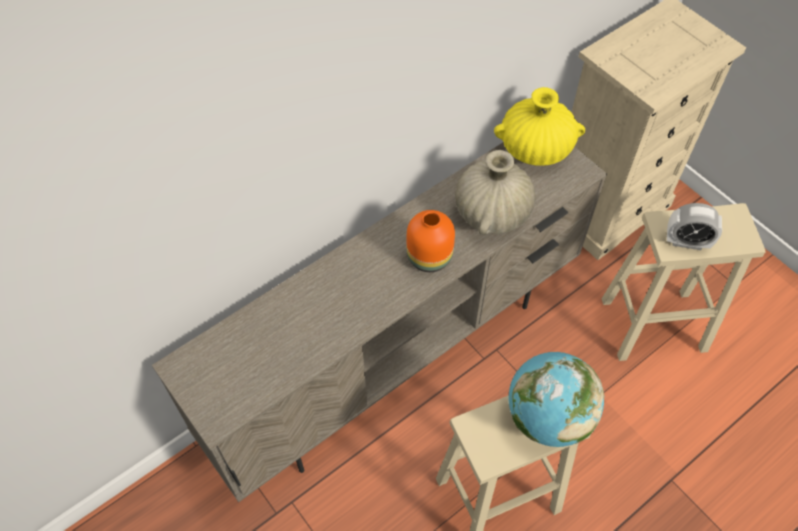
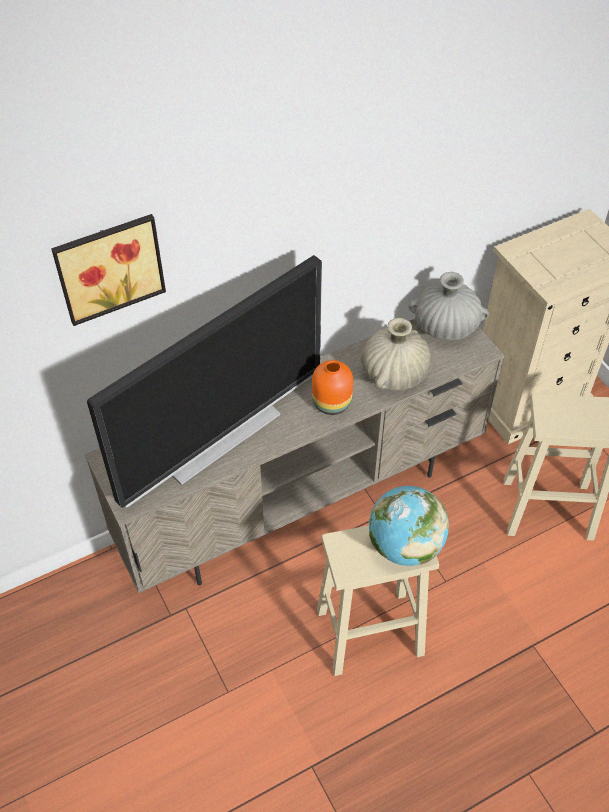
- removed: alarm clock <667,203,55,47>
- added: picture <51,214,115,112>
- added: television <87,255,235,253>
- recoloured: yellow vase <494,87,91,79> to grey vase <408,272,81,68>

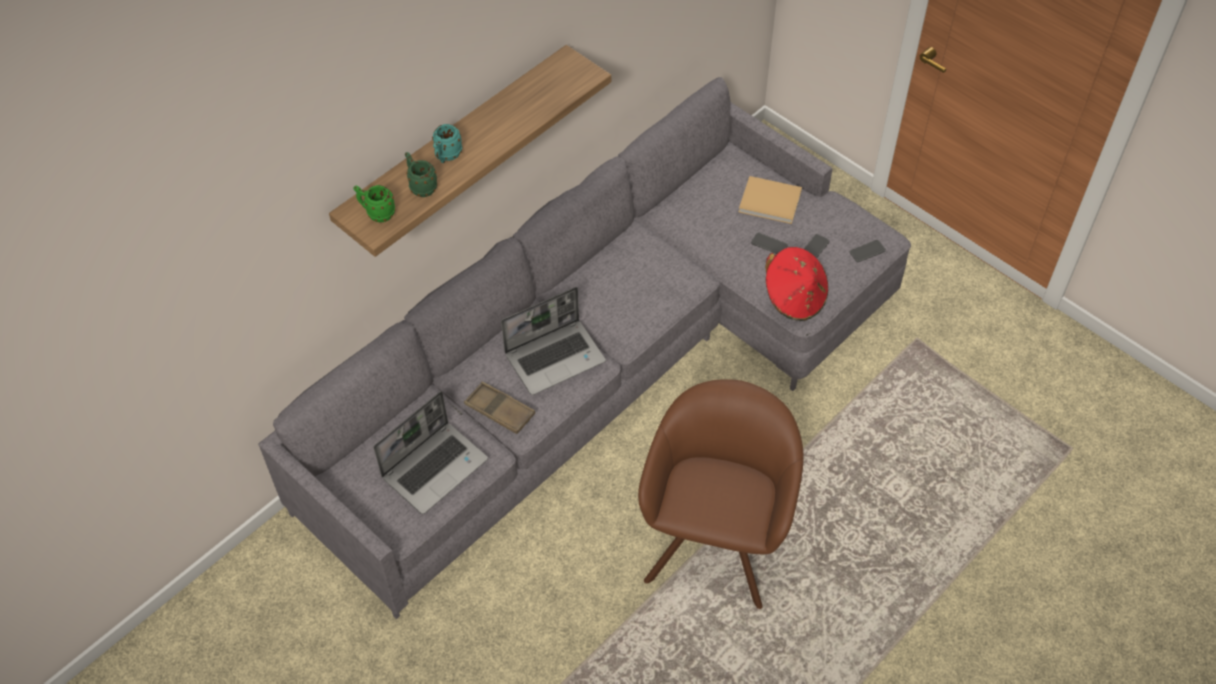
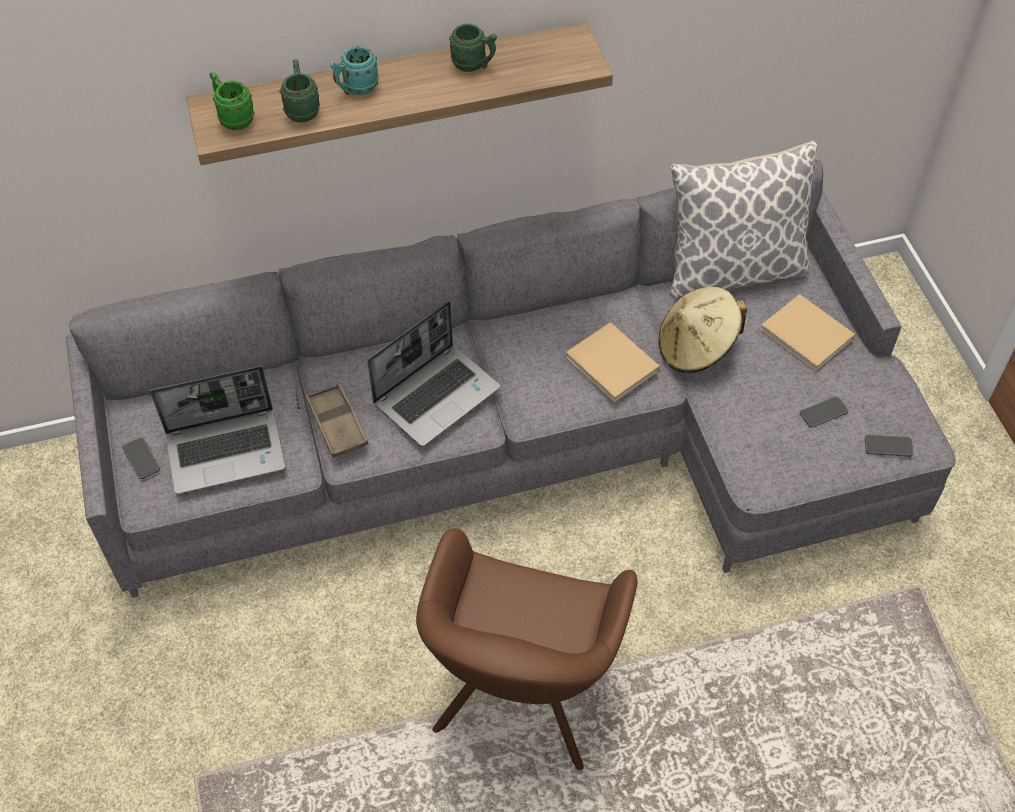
- removed: red hat <765,247,63,74>
- added: green mug <449,24,48,48>
- added: beige book <565,322,95,81>
- added: beige hat <659,287,88,86>
- added: pillow <670,140,147,158>
- moved: phone <751,233,37,21> to <123,437,37,42>
- turned: laptop <501,287,105,108> = <367,301,133,145> 45 degrees counterclockwise
- turned: brown armchair <638,379,166,230> = <416,528,222,242> 150 degrees clockwise

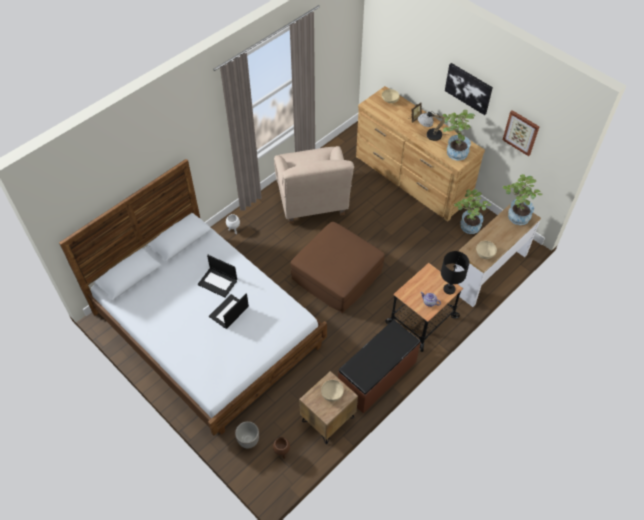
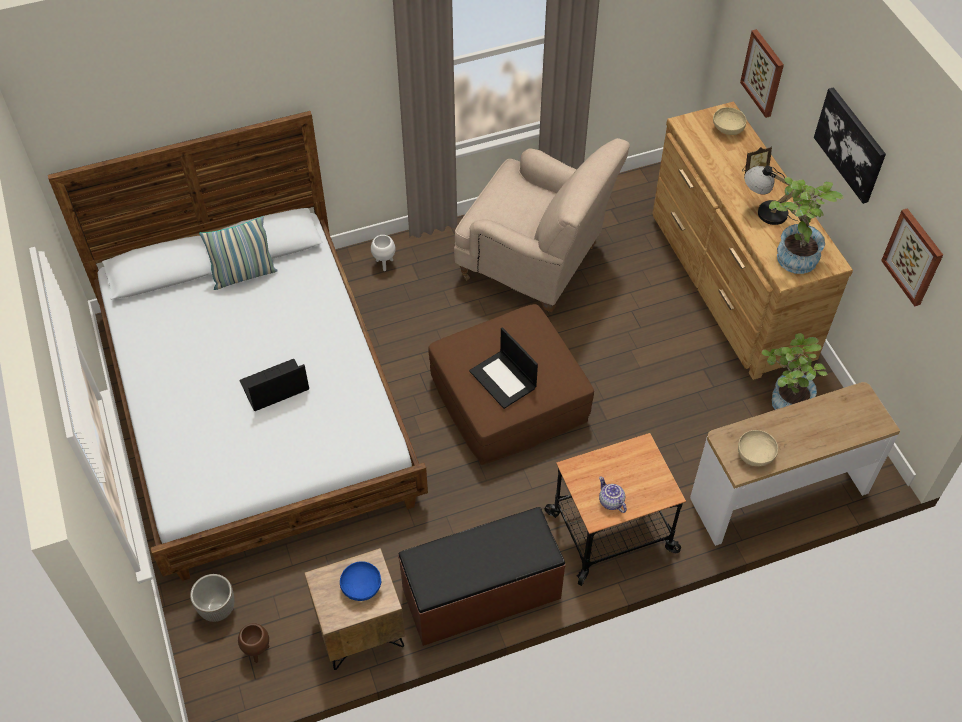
- removed: black table lamp <441,251,29,43>
- removed: potted plant <502,174,41,51>
- added: pillow <199,216,79,74>
- added: picture <740,29,44,89>
- moved: laptop <198,255,39,42> to <469,327,69,82>
- recoloured: beige bowl <321,380,23,21> to blue bowl <340,561,41,40>
- turned: beige armchair <274,146,80,78> = <454,138,176,174> 75 degrees counterclockwise

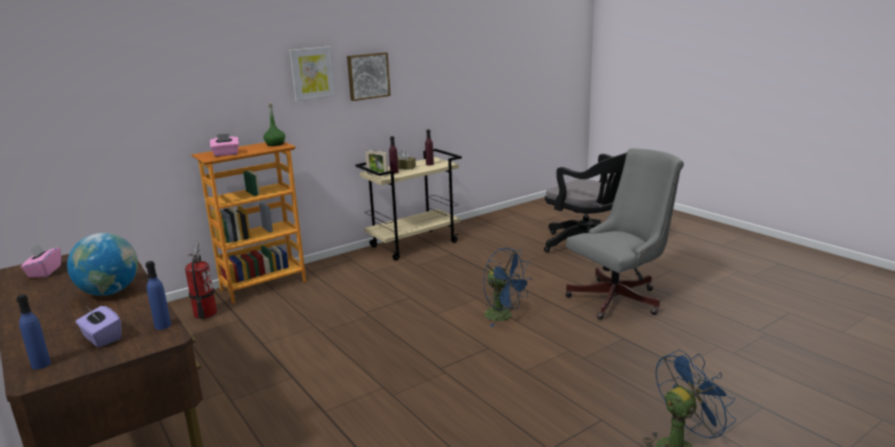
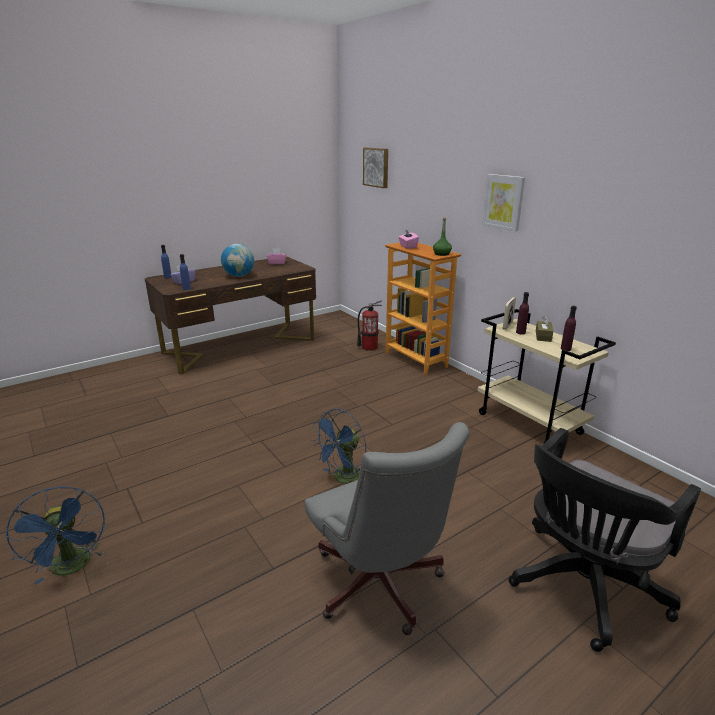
- moved: picture <347,52,44,49> to <363,148,25,40>

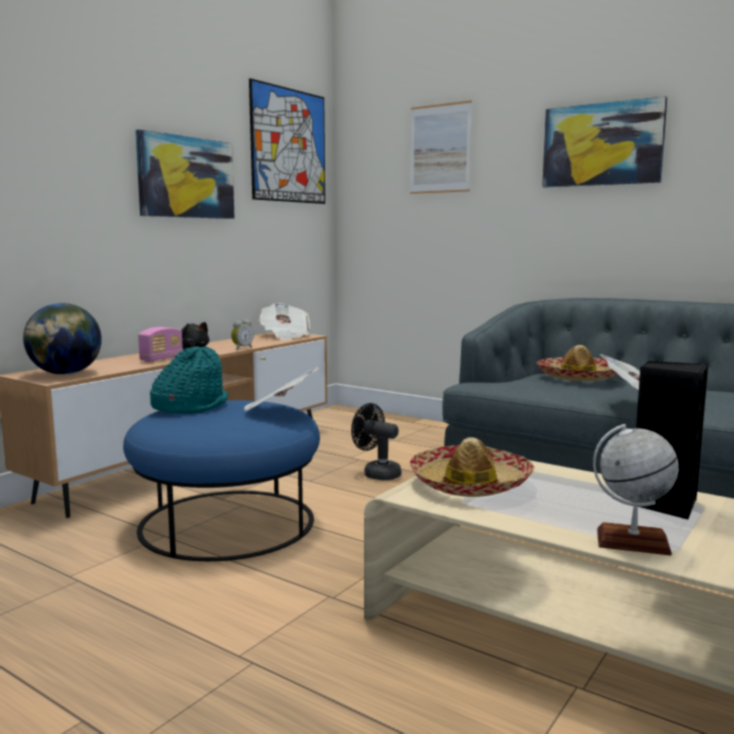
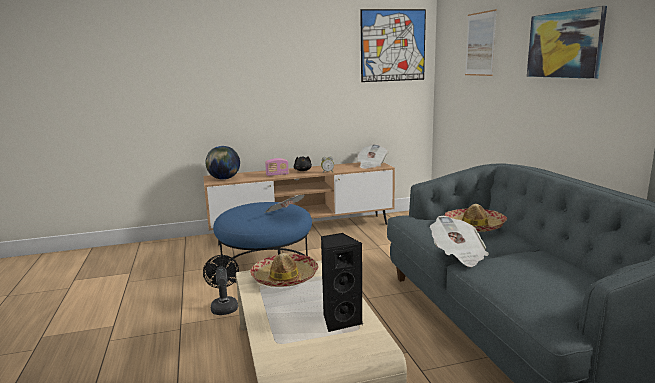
- removed: picture <135,129,100,90>
- removed: turquoise hat <150,346,78,68>
- removed: globe <593,424,86,131>
- moved: black fan <351,403,50,77> to <203,255,36,60>

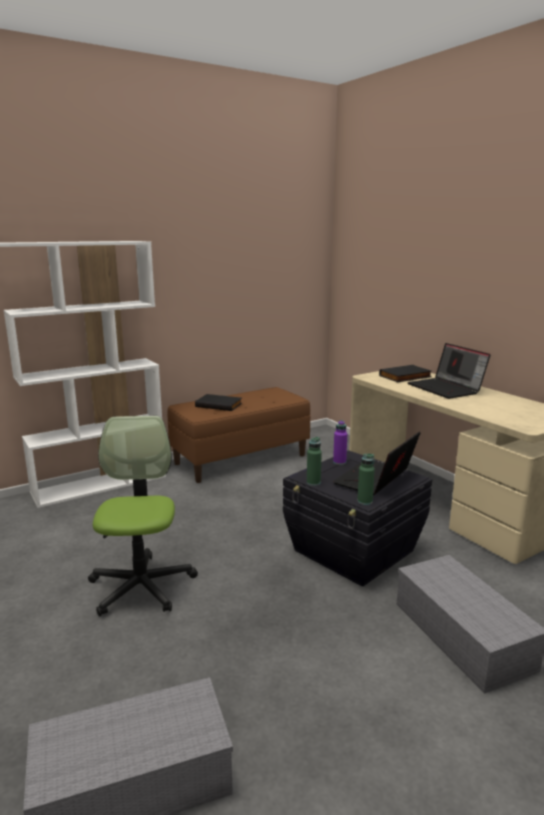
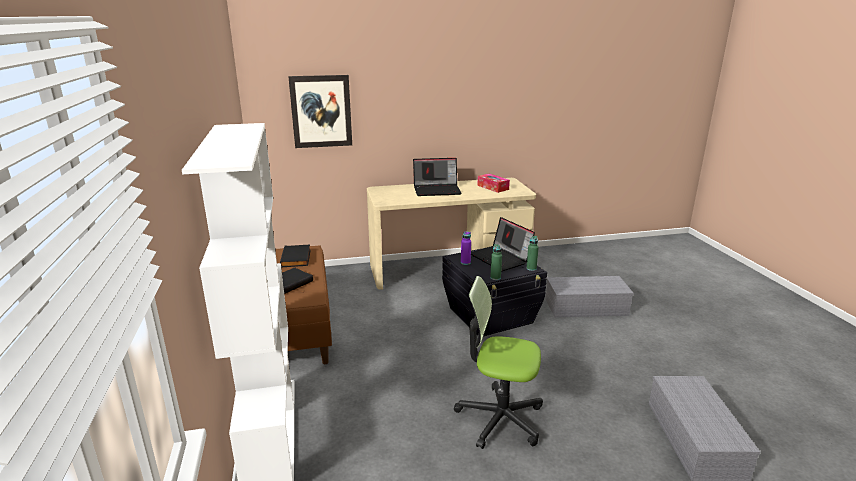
- added: picture <288,75,64,73>
- added: tissue box <477,174,33,19>
- moved: black book <379,365,53,17> to <280,245,31,23>

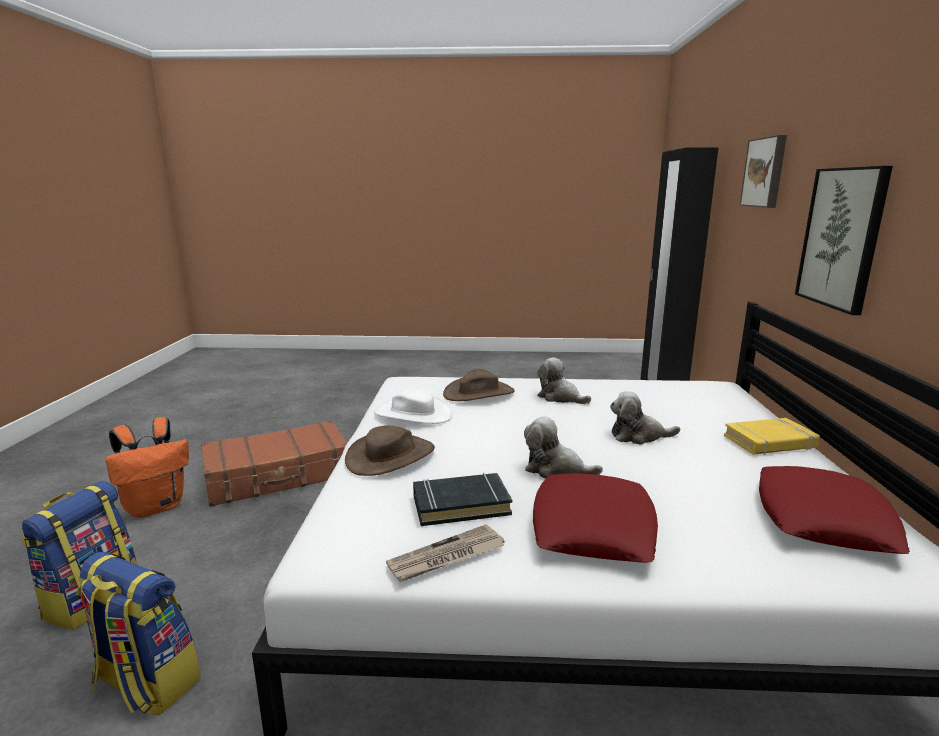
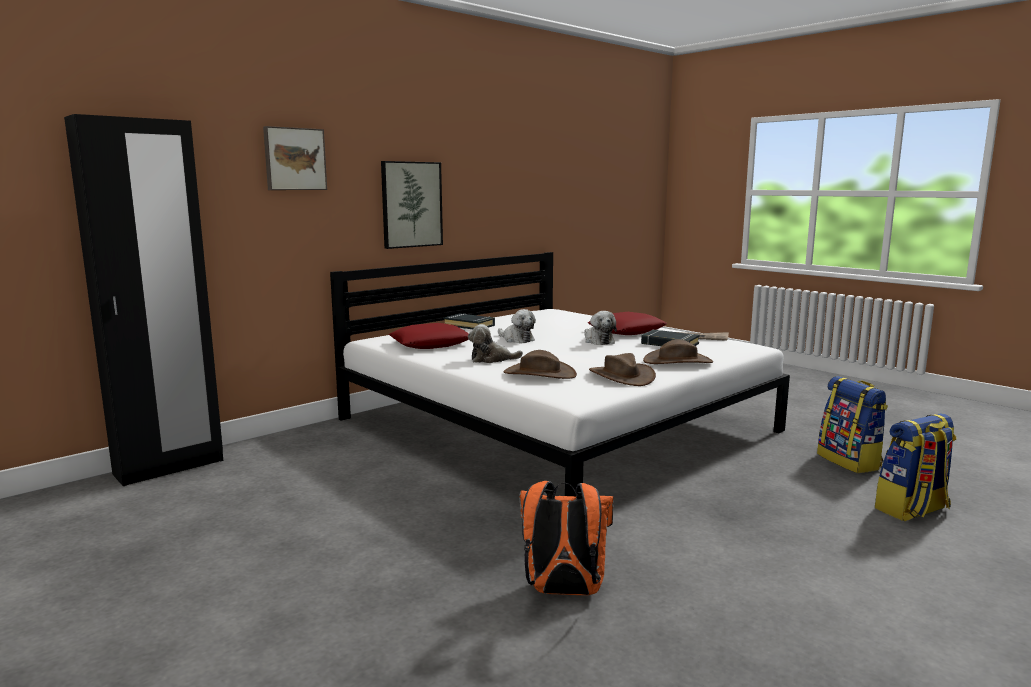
- removed: brown suitcase <201,420,146,87>
- moved: orange backpack <105,417,84,101> to <520,481,93,114>
- moved: red pillow <759,466,151,88> to <389,323,80,26>
- recoloured: white hat <374,388,78,36> to brown hat <589,353,67,33>
- recoloured: yellow book <724,418,96,37> to black book <443,313,52,16>
- turned: plush toy <537,357,54,47> = <468,324,55,39> 90 degrees clockwise

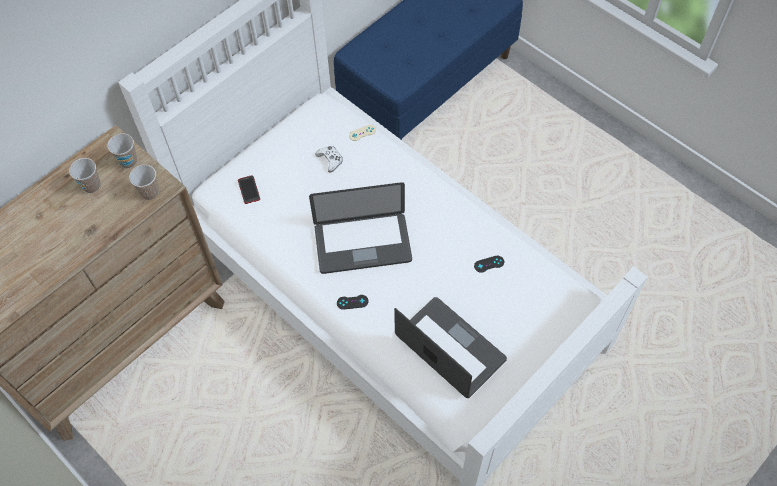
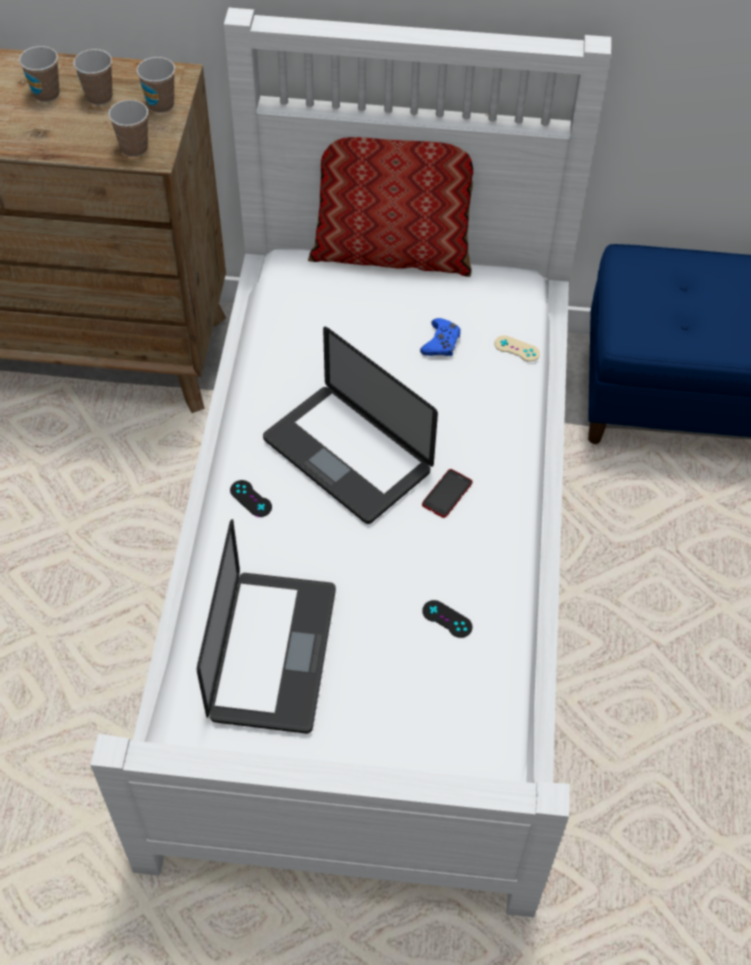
- added: cup <19,46,41,56>
- added: pillow <308,114,181,163>
- moved: phone <238,175,22,29> to <422,469,50,49>
- recoloured: white game controller <315,146,28,27> to blue game controller <420,318,41,38>

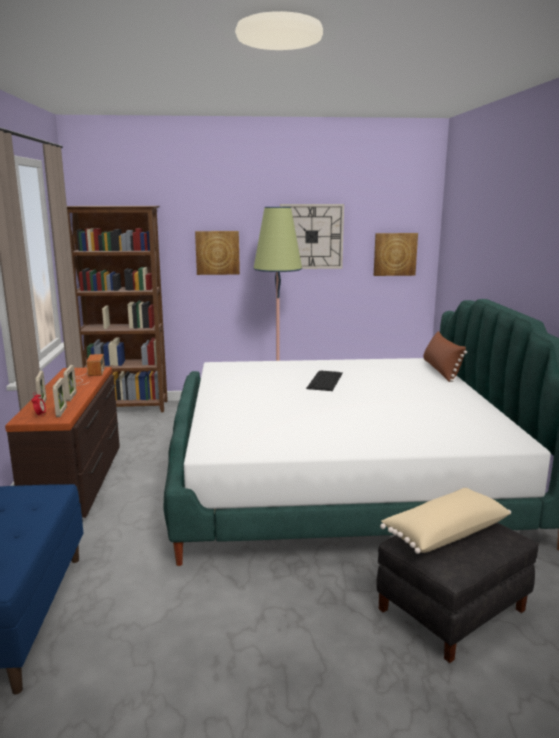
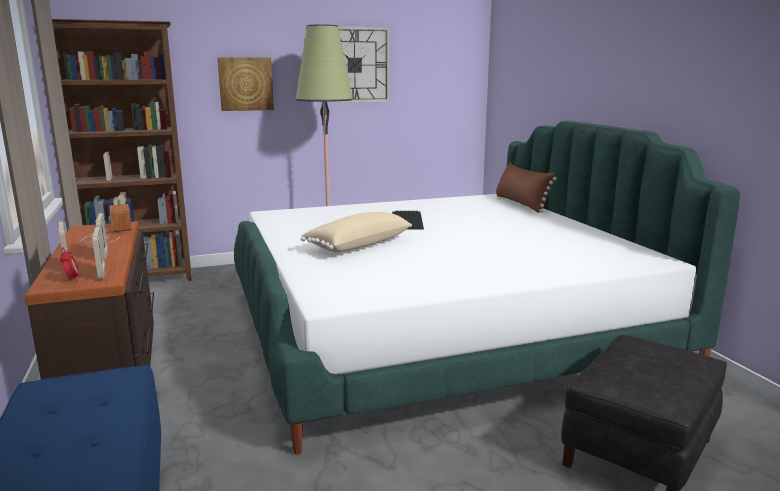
- removed: picture <374,233,44,43>
- moved: beige pillow <380,488,131,66> to <301,212,111,41>

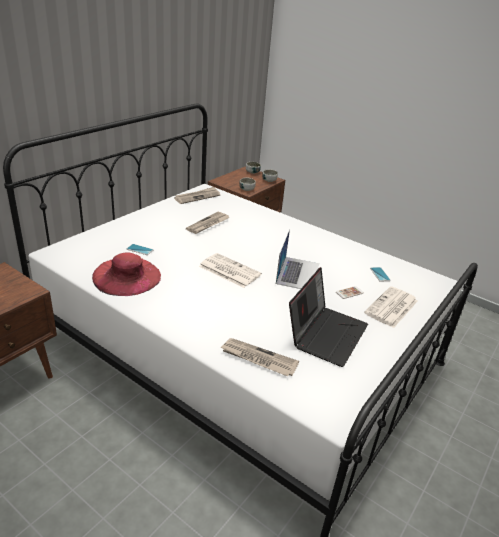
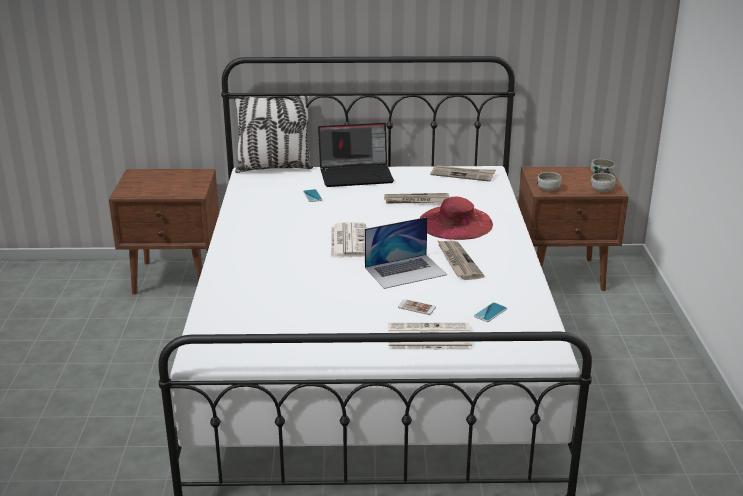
- added: pillow <234,96,79,77>
- moved: red hat <92,252,69,44> to <420,197,73,43>
- moved: newspaper <221,338,78,39> to <437,240,47,40>
- moved: laptop <289,267,79,100> to <318,123,76,64>

